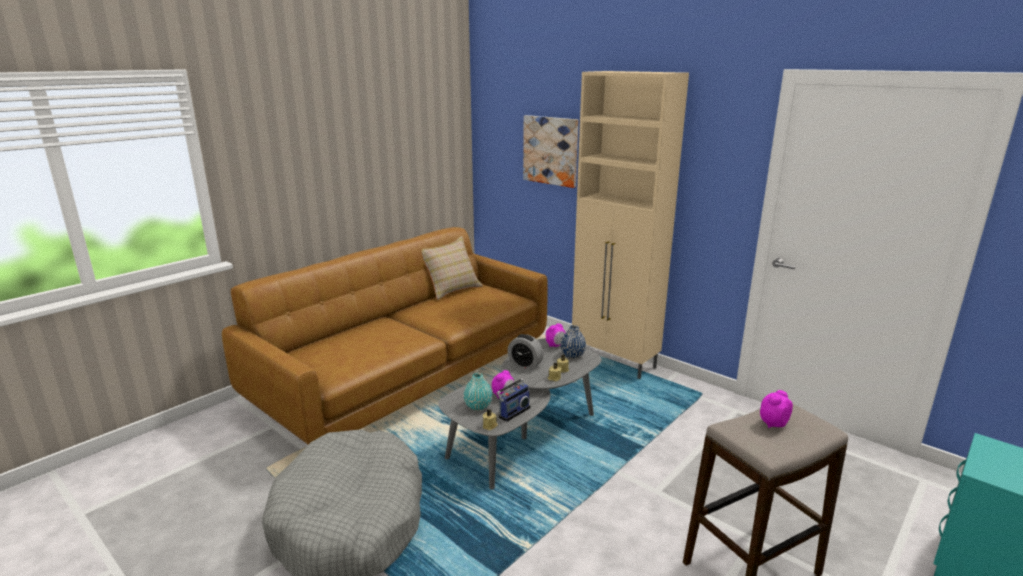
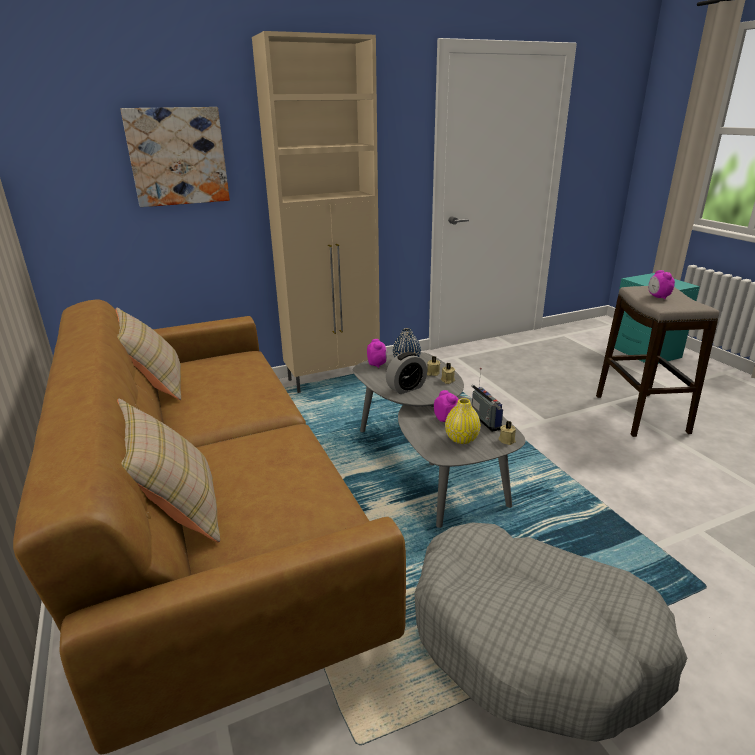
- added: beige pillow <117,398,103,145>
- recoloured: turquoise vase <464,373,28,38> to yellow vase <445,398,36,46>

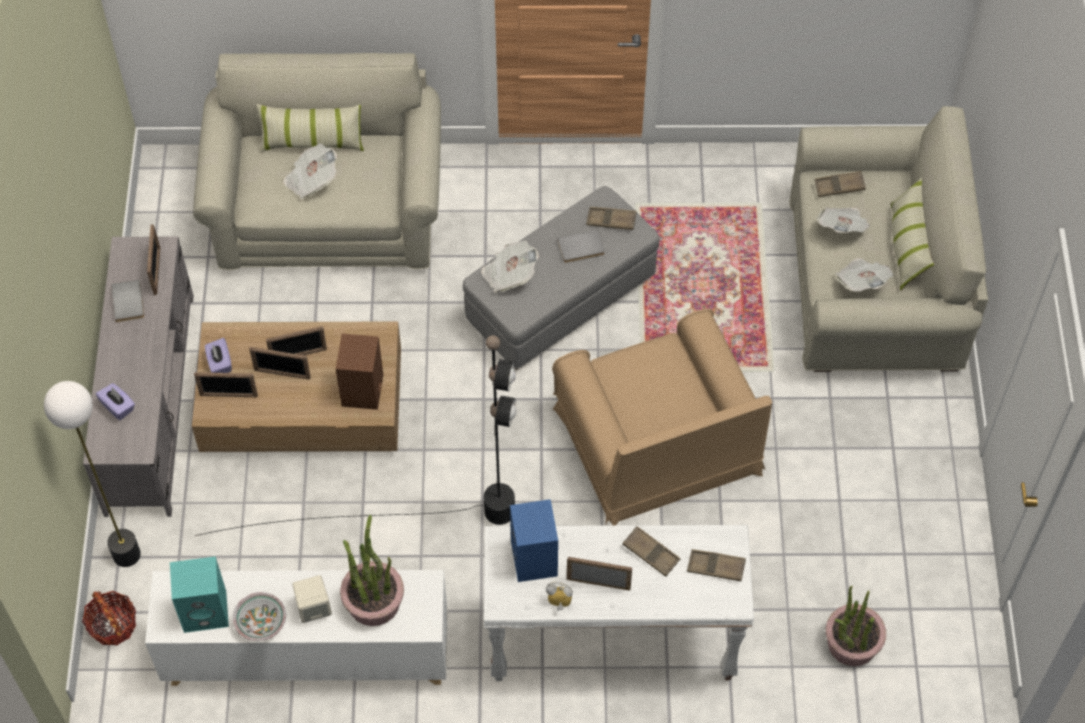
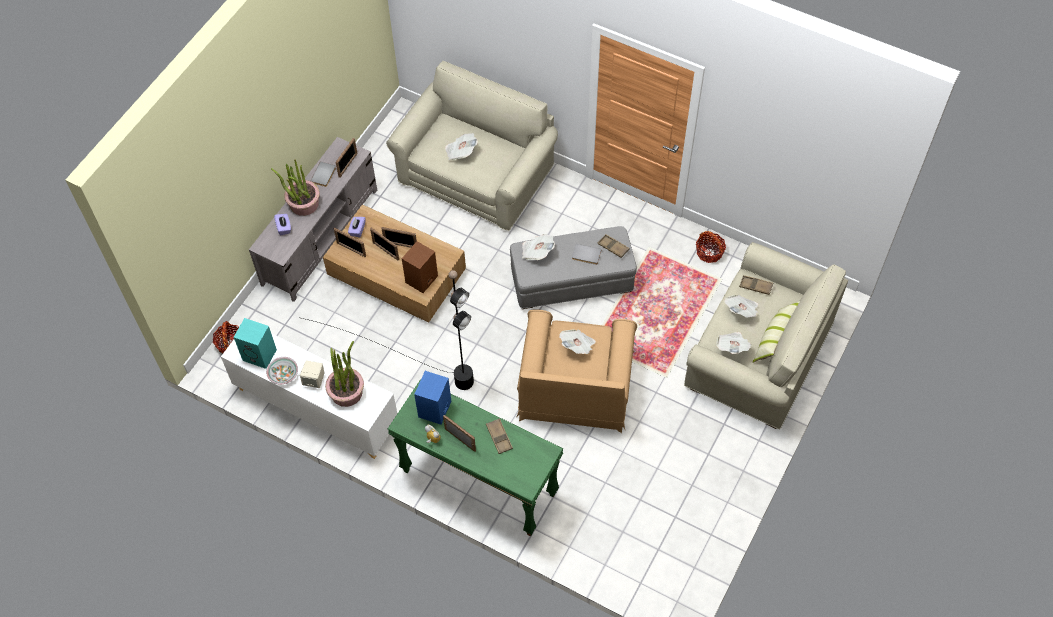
- removed: floor lamp <44,381,97,186>
- removed: pillow <256,104,108,48>
- removed: brown tray <687,549,59,32>
- added: newspaper <559,329,37,25>
- added: basket <696,231,30,32>
- moved: potted plant <826,586,60,80> to <271,159,49,57>
- recoloured: white console table <484,525,270,156> to green console table <388,379,175,157>

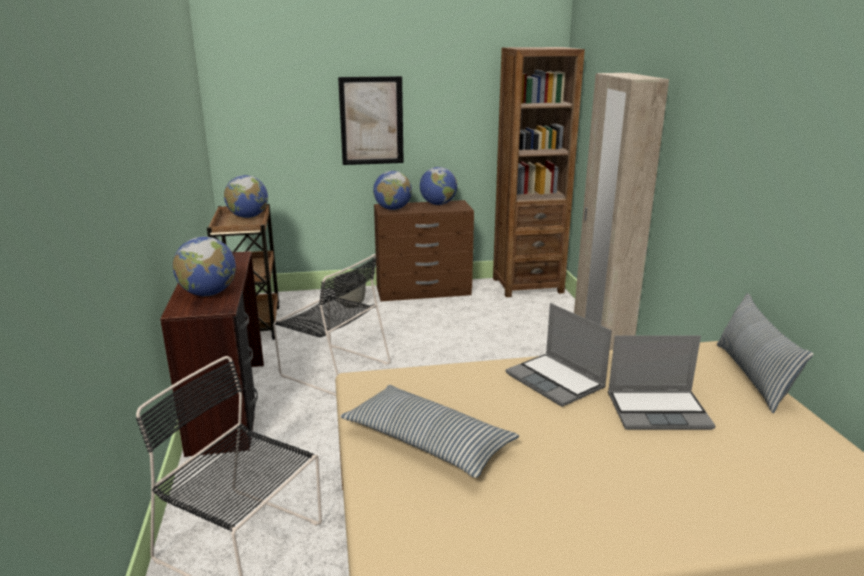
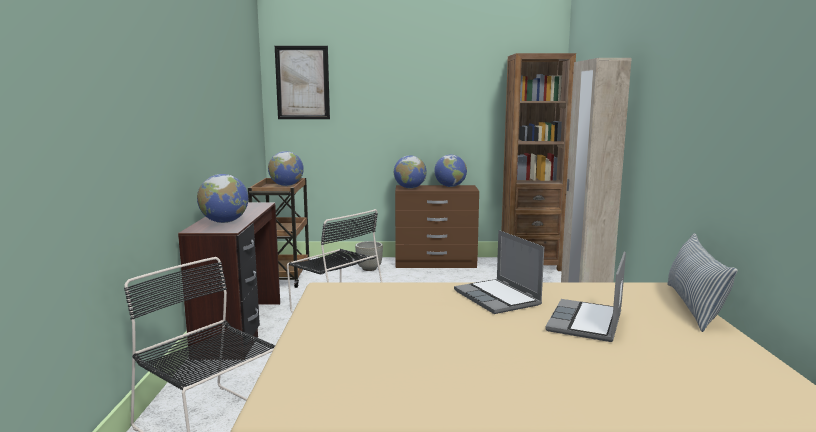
- removed: pillow <340,385,179,93>
- moved: picture <338,76,66,89> to <275,46,55,73>
- turned: laptop <608,336,108,94> = <545,252,81,90> 105 degrees clockwise

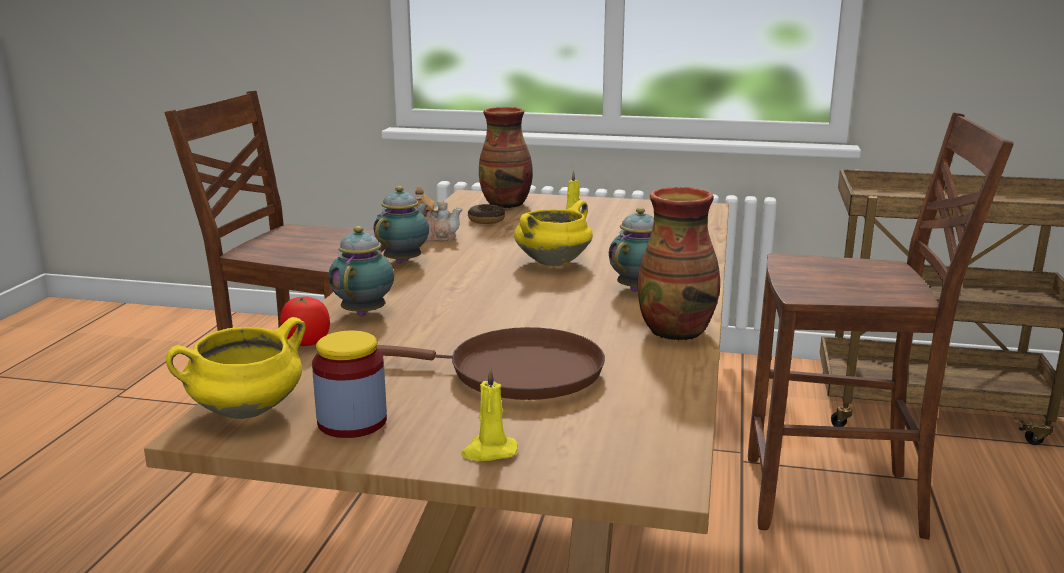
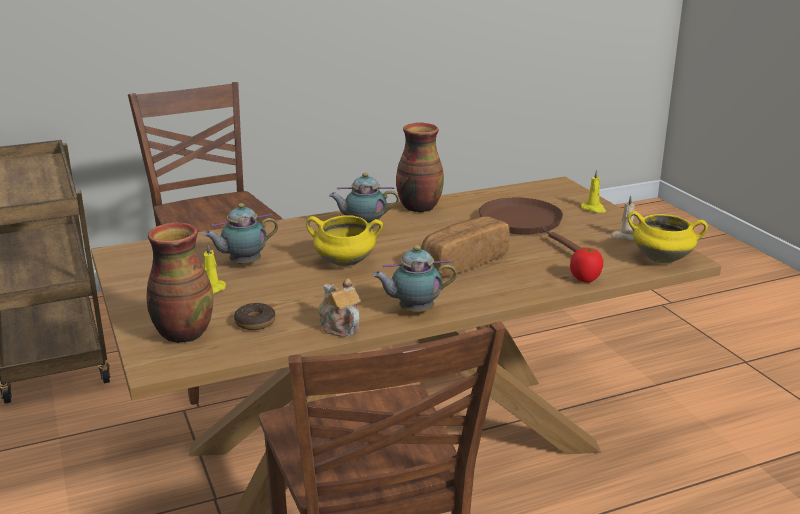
- added: bread <421,216,89,61>
- moved: teapot <328,226,66,90> to <204,203,74,62>
- replaced: jar <312,330,75,108> to beige candle <611,195,24,45>

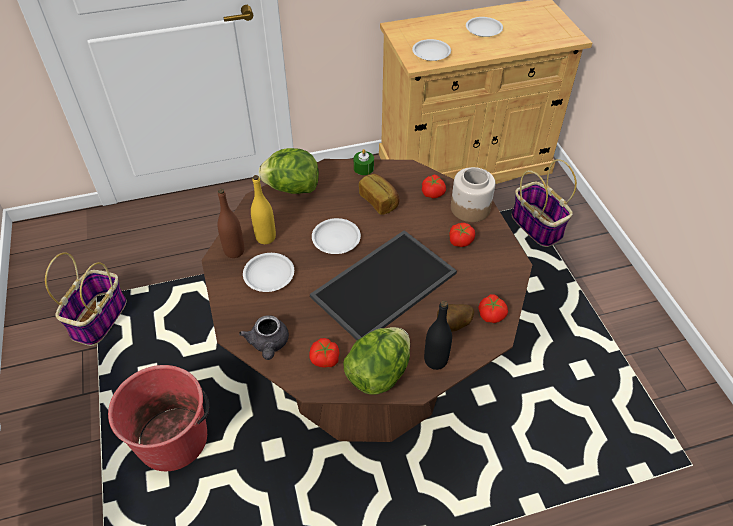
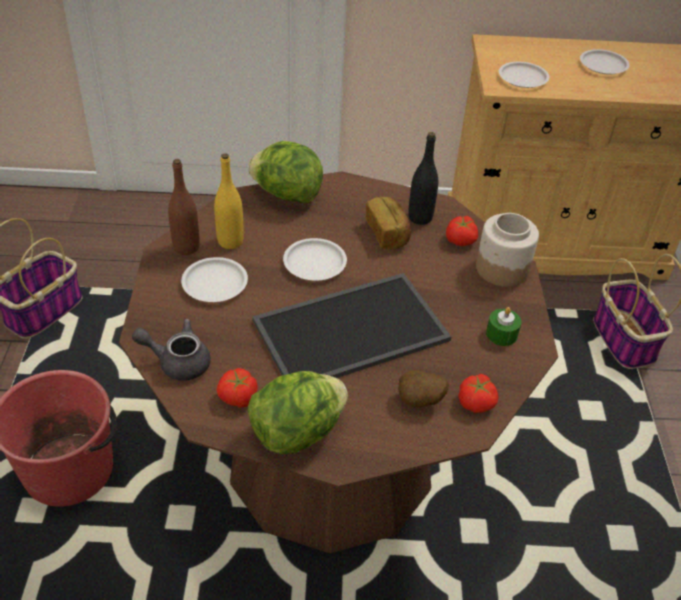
- removed: tomato <449,223,26,24>
- moved: green candle <354,149,20,26> to <486,307,36,39>
- moved: black bottle <424,301,28,69> to <408,132,30,93>
- turned: grey teapot <239,315,50,45> = <132,319,79,62> 90 degrees clockwise

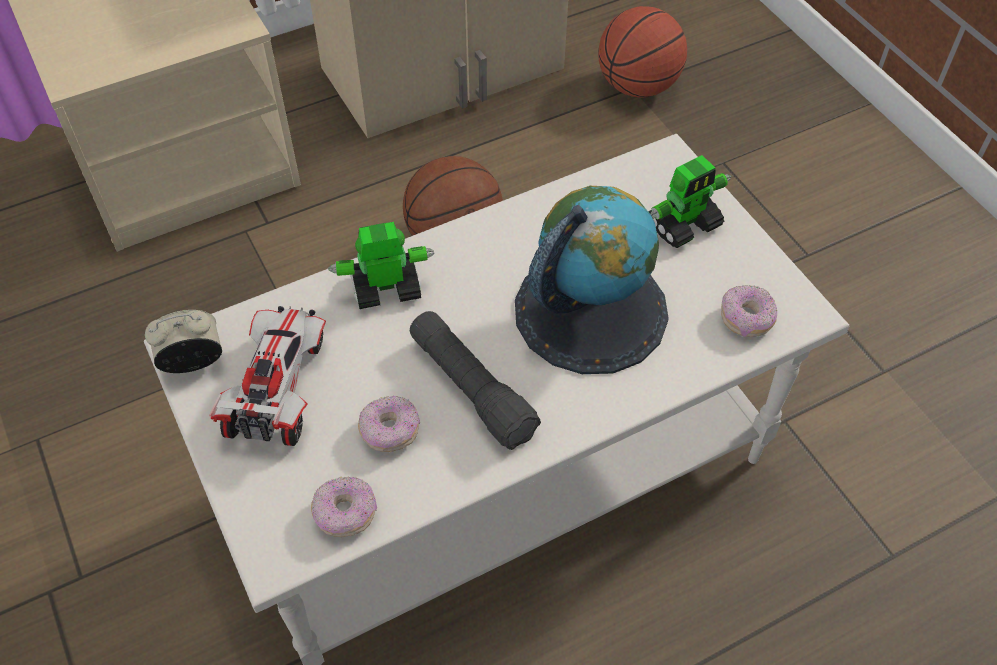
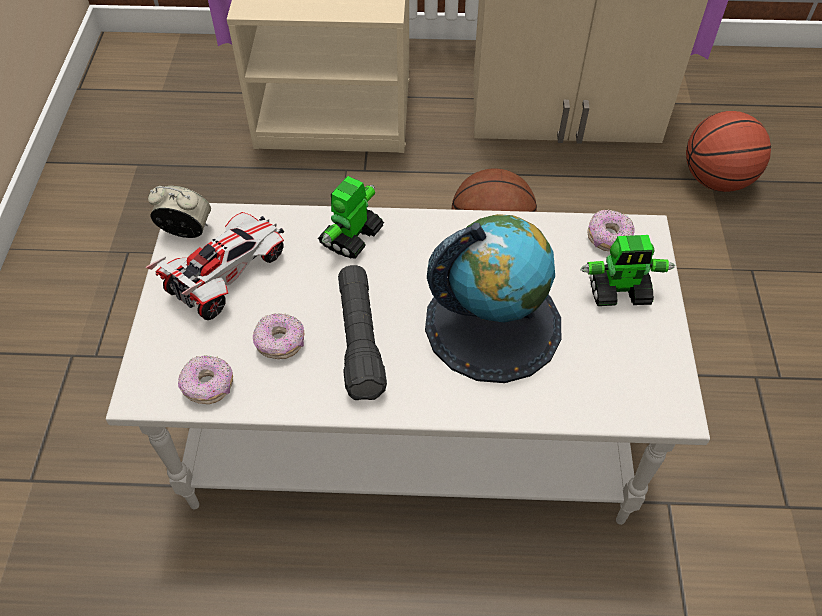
- moved: donut <721,285,56,53> to <587,209,48,43>
- turned: toy robot <328,222,107,87> = <318,176,66,83> 75 degrees counterclockwise

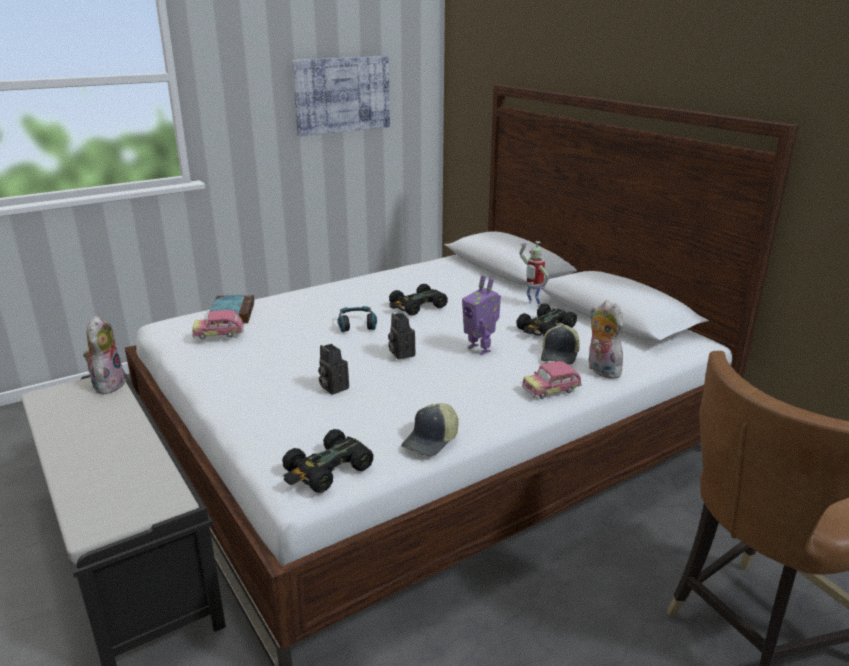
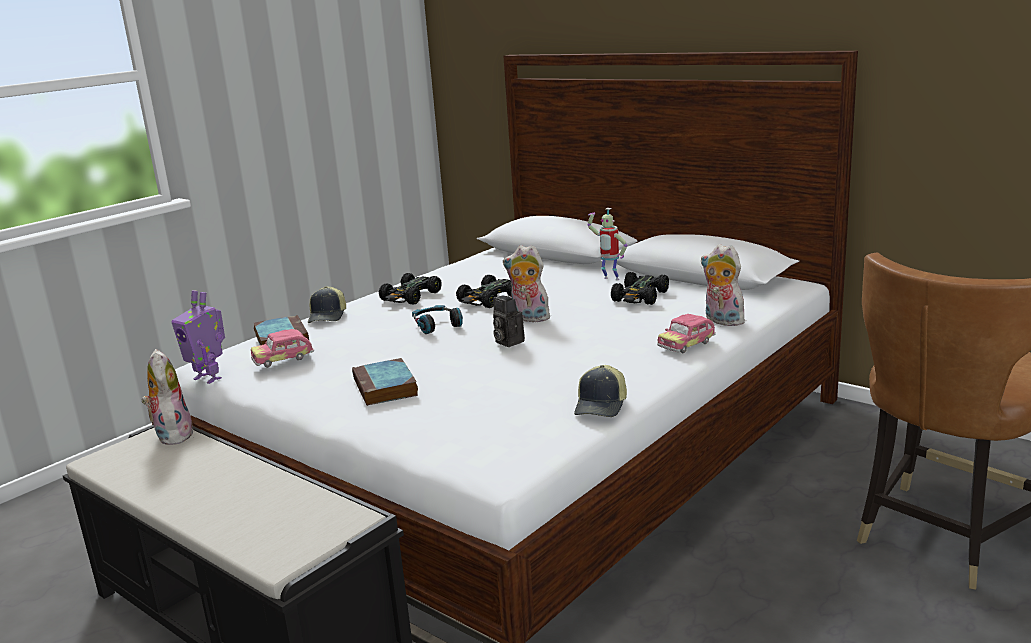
- removed: picture <292,56,98,80>
- removed: photo camera <318,344,31,50>
- added: book <352,358,66,48>
- added: plush toy <503,245,47,79>
- moved: black toy car <282,429,91,64> to <379,273,62,32>
- moved: toy robot <462,275,39,80> to <172,290,53,94>
- moved: cap <541,325,39,39> to <308,286,38,37>

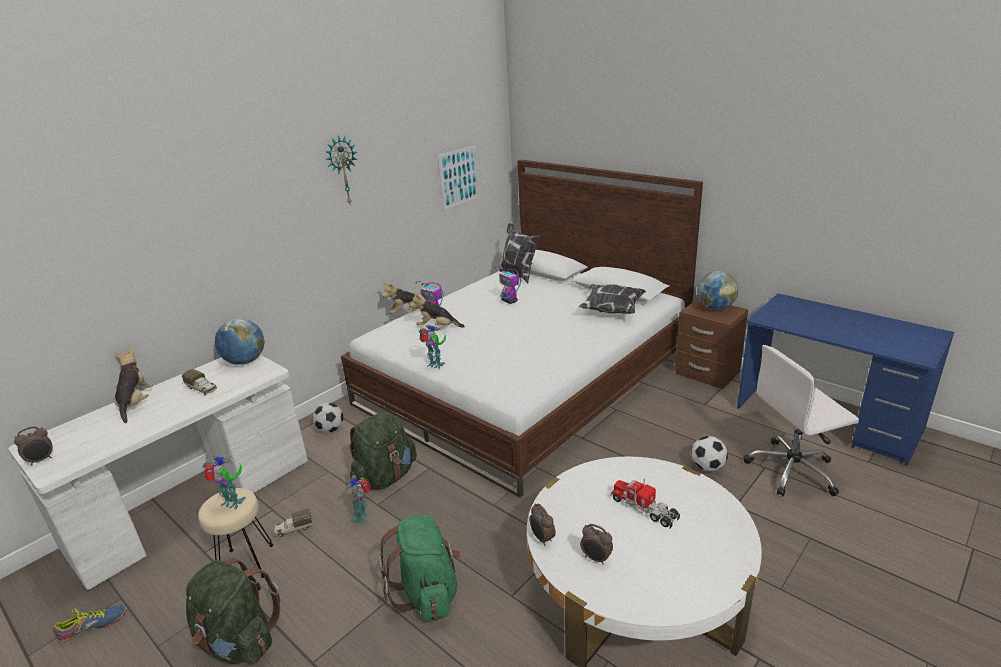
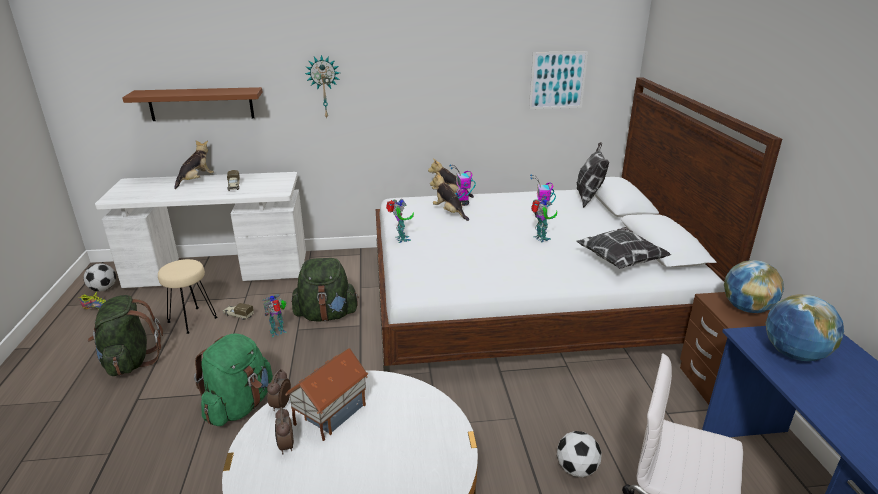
- removed: alarm clock <14,426,39,40>
- removed: toy truck <610,478,70,50>
- added: brown shelf <122,87,141,34>
- added: toy house <285,348,83,93>
- moved: toy robot <203,456,43,54> to <531,198,26,44>
- moved: globe <215,318,50,47> to <765,294,79,68>
- moved: football <313,403,31,30> to <84,264,32,27>
- moved: wall clock <325,135,33,69> to <305,55,35,63>

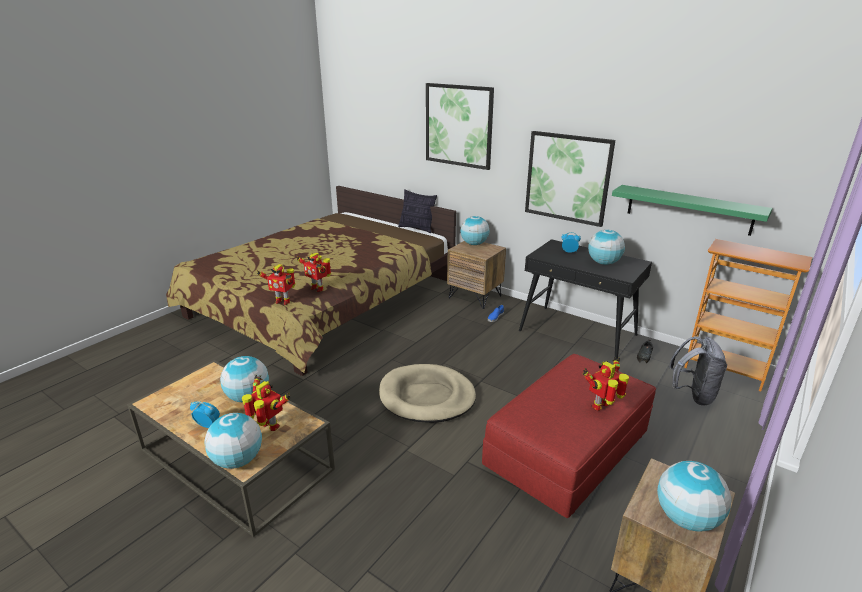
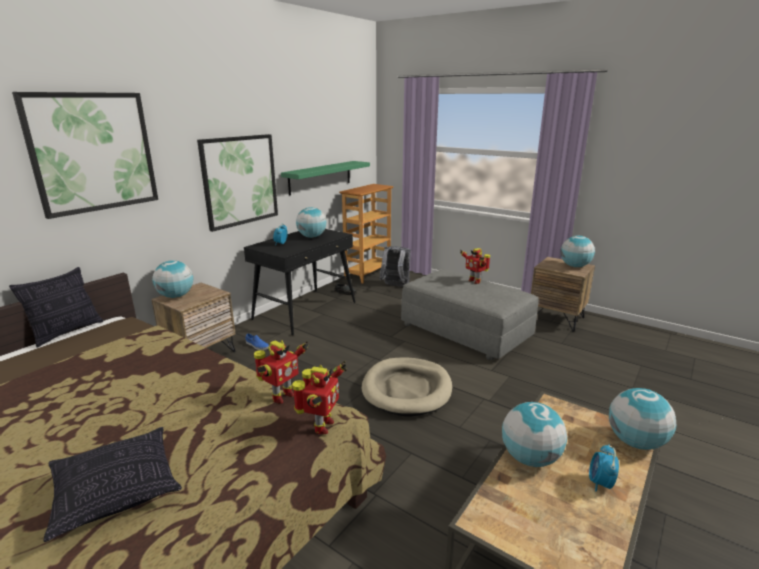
- removed: toy robot <242,375,48,56>
- added: pillow <44,427,138,115>
- recoloured: red ottoman <482,354,174,164> to grey ottoman <401,269,138,91>

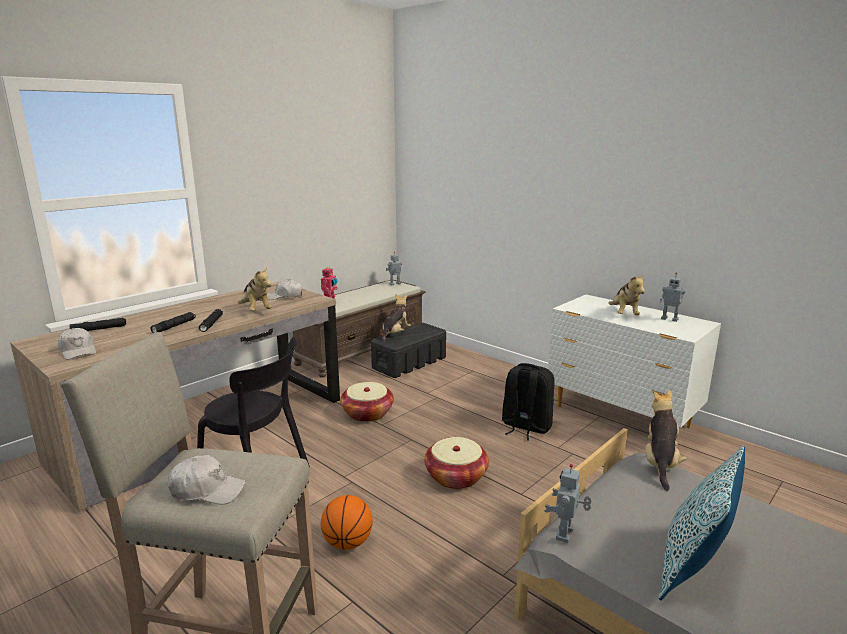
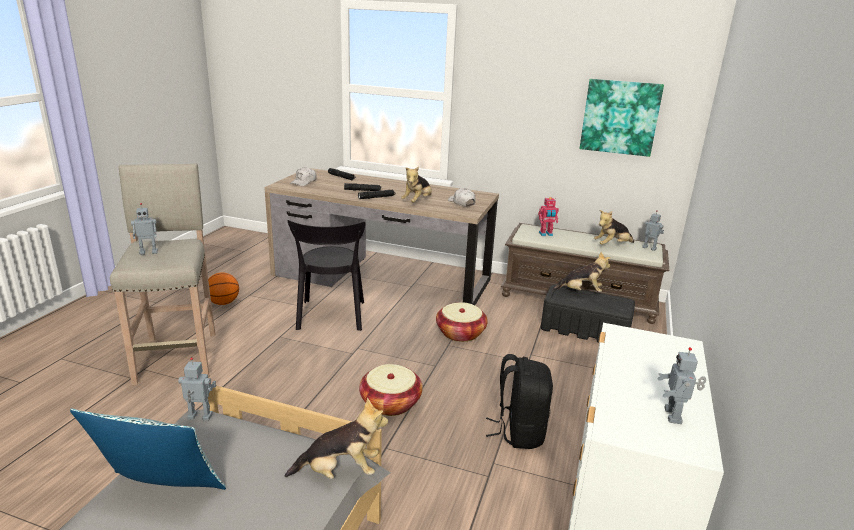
- added: picture <580,79,84,78>
- moved: basketball <321,495,52,55> to <208,272,31,33>
- moved: plush toy <608,274,37,41> to <594,210,40,35>
- replaced: white cap <168,455,78,49> to toy robot <131,203,27,52>

